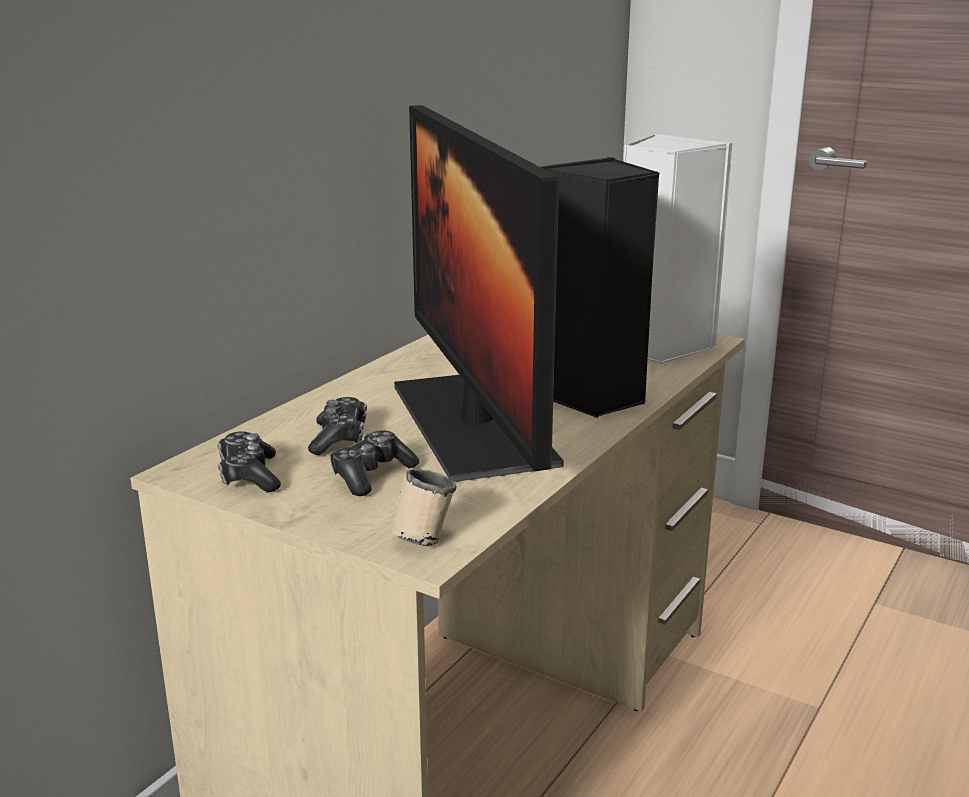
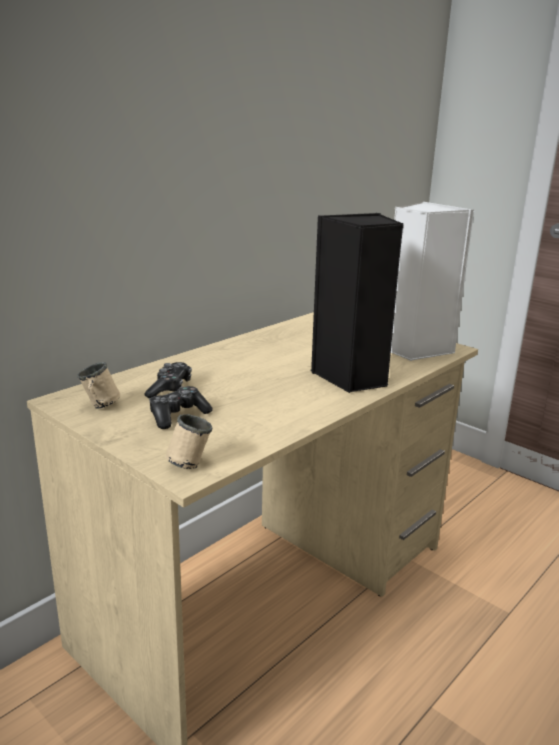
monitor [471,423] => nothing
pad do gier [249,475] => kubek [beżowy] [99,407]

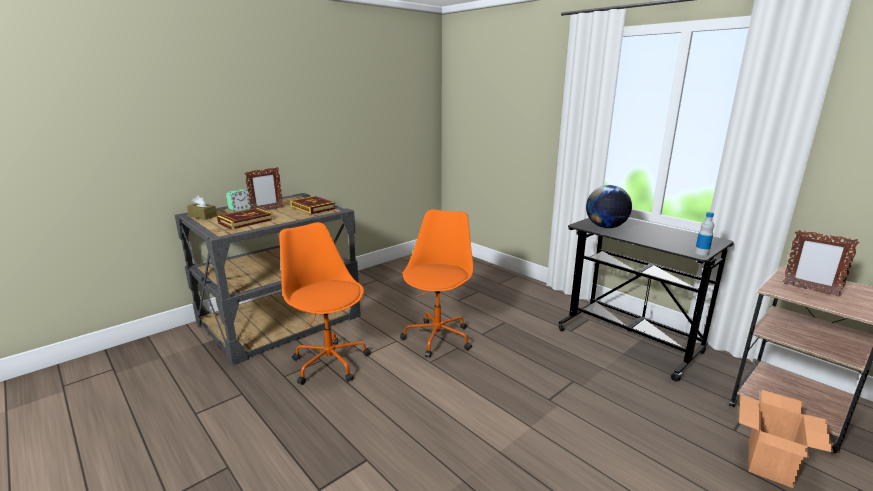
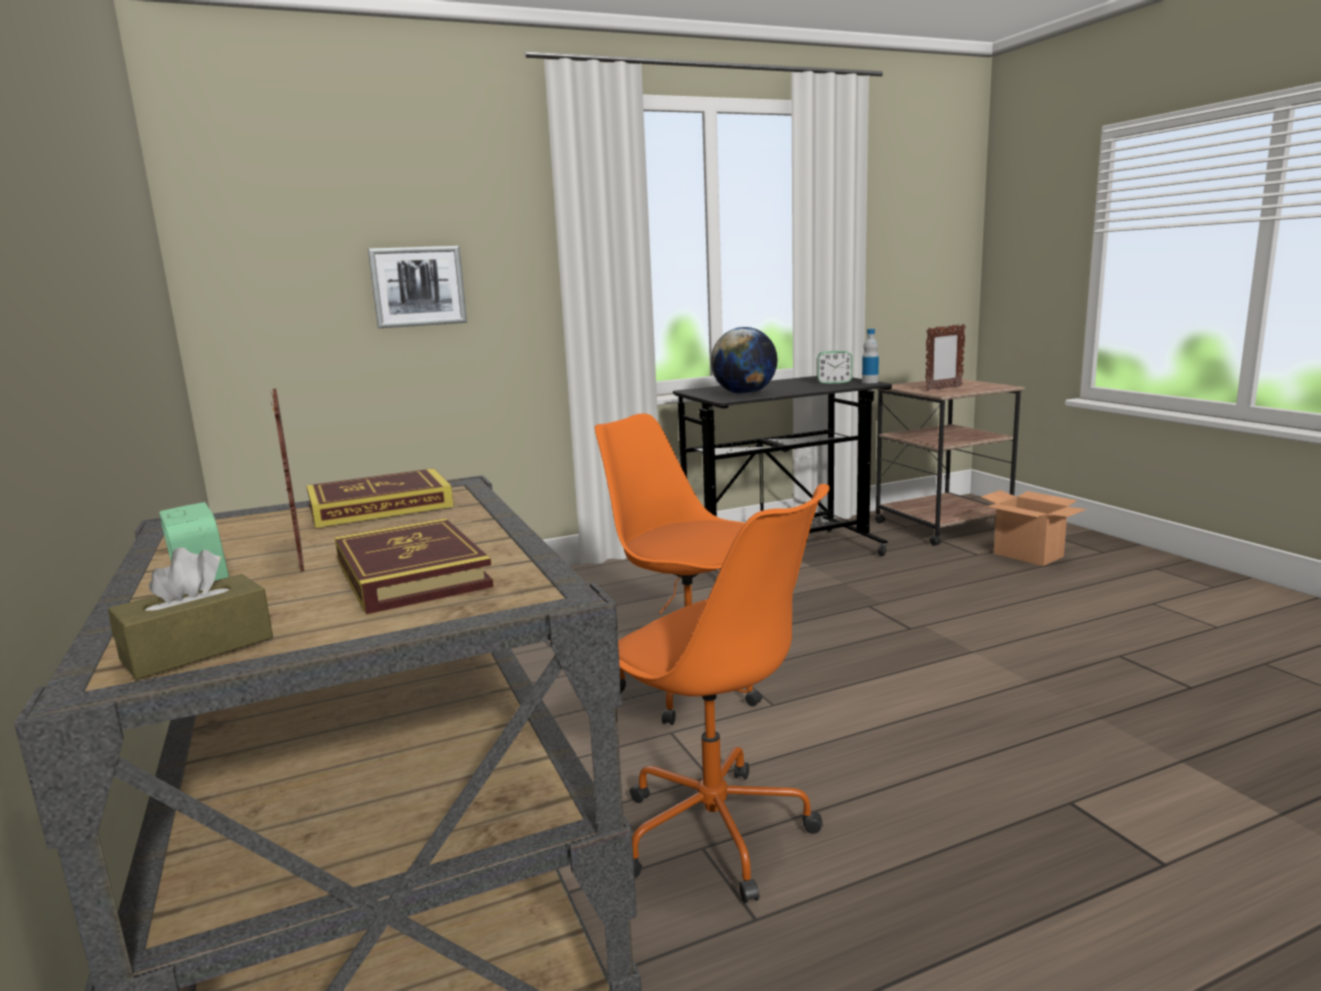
nothing => obraz [418,286]
nothing => budzik [834,382]
krzesło biurowe [pomarańczowy] [329,362] => krzesło biurowe [pomarańczowy] [719,834], 120 degrees counterclockwise

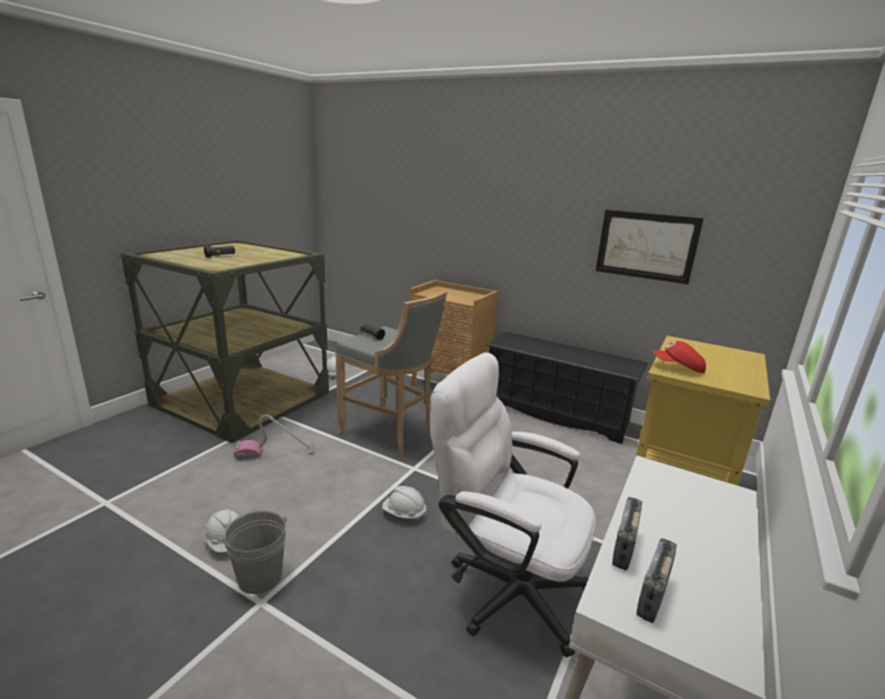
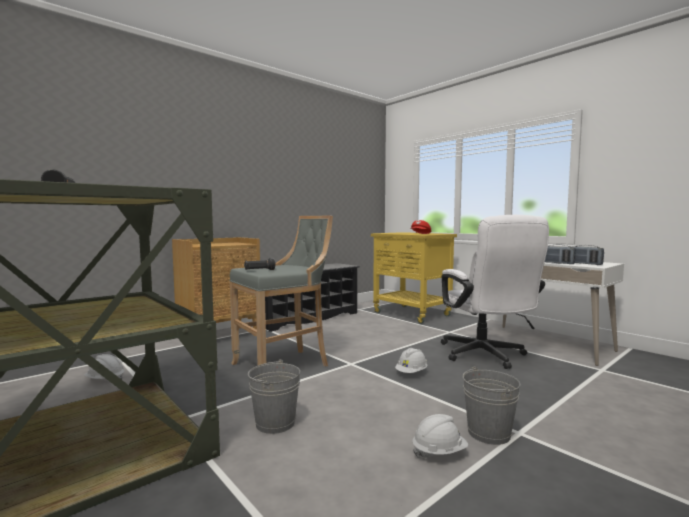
obraz [646,245] => nothing
odkurzacz [276,453] => wiadro [szary] [275,423]
krzesło biurowe [biały] [505,586] => krzesło biurowe [biały] [486,356], 60 degrees counterclockwise

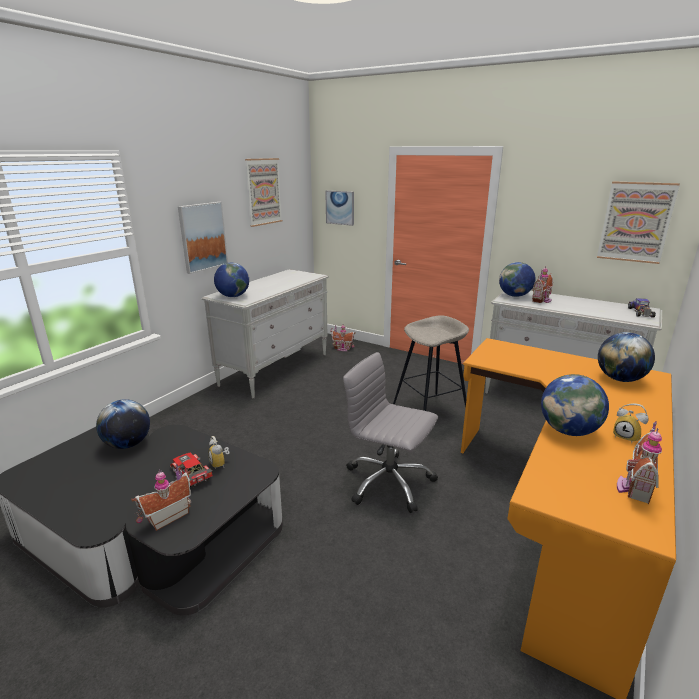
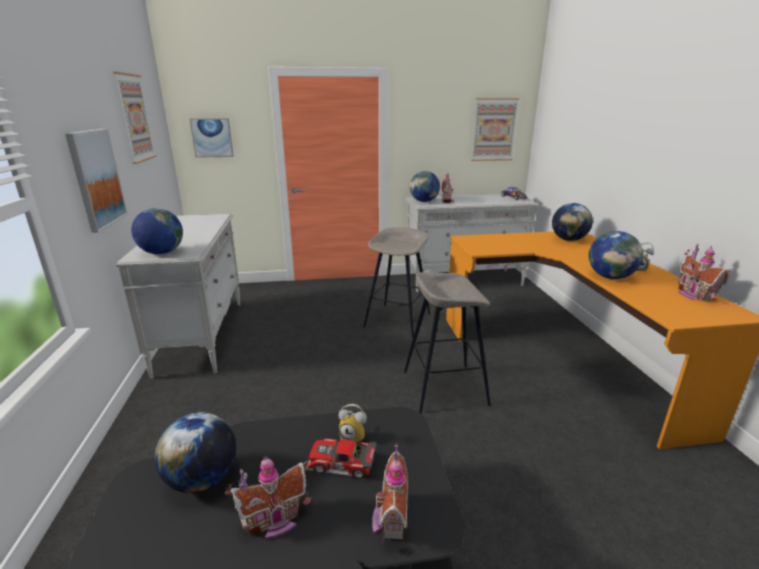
domek [342,348] => domek [275,521], move
krzesło biurowe [szary] [388,482] => stołek [szary] [444,387]

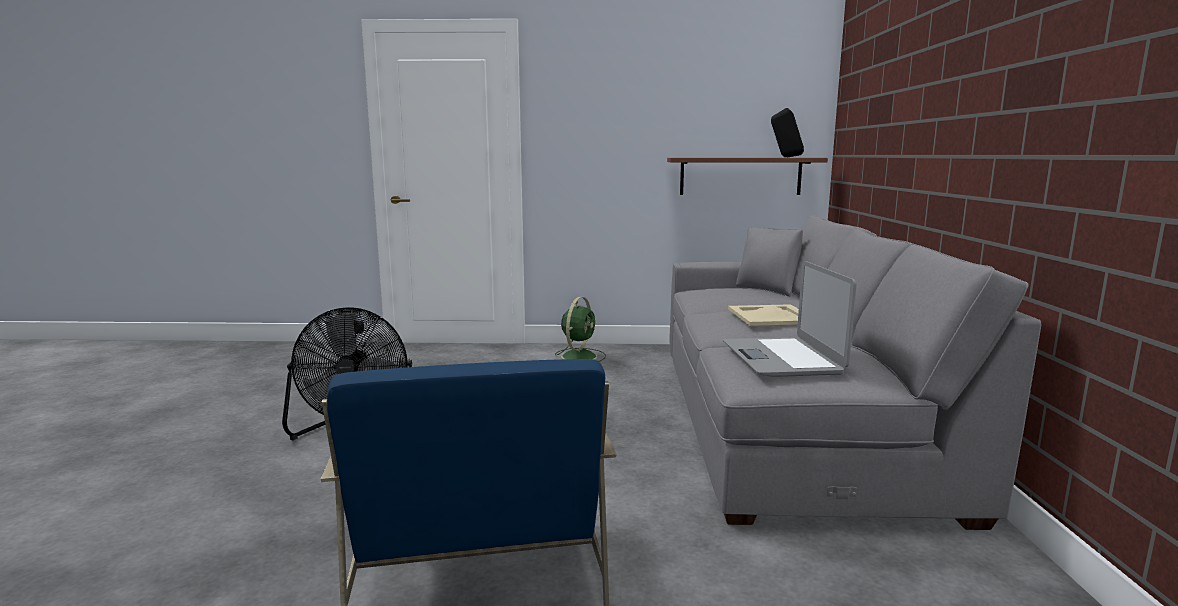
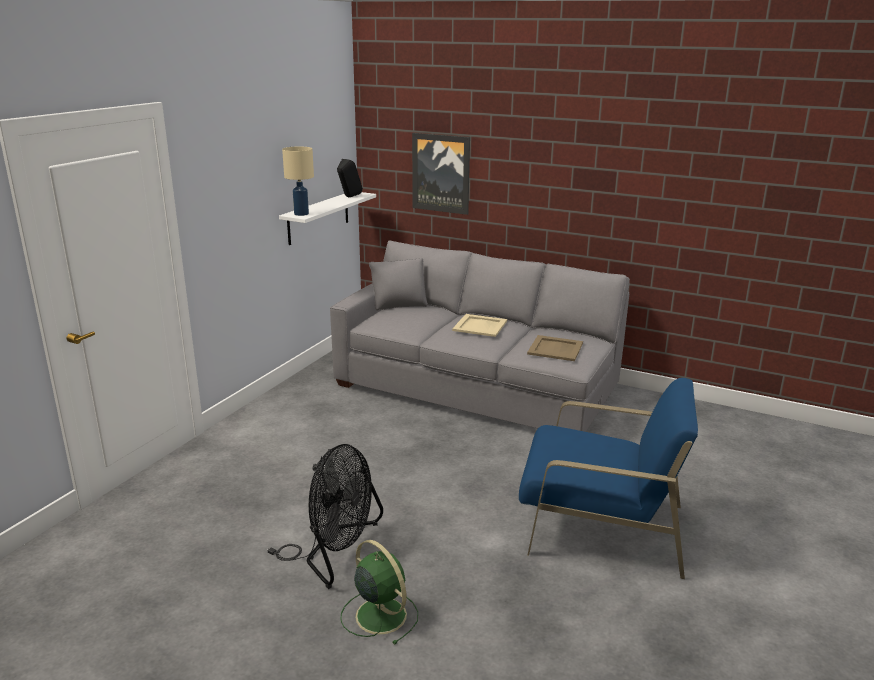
nothing => lampa stołowa [beżowy] [301,214]
nothing => obraz [441,173]
wentylator [zielony] [580,356] => wentylator [zielony] [379,614], move
laptop [782,358] => taca [beżowy] [556,348]
półka [brązowy] [740,176] => półka [biały] [318,217]

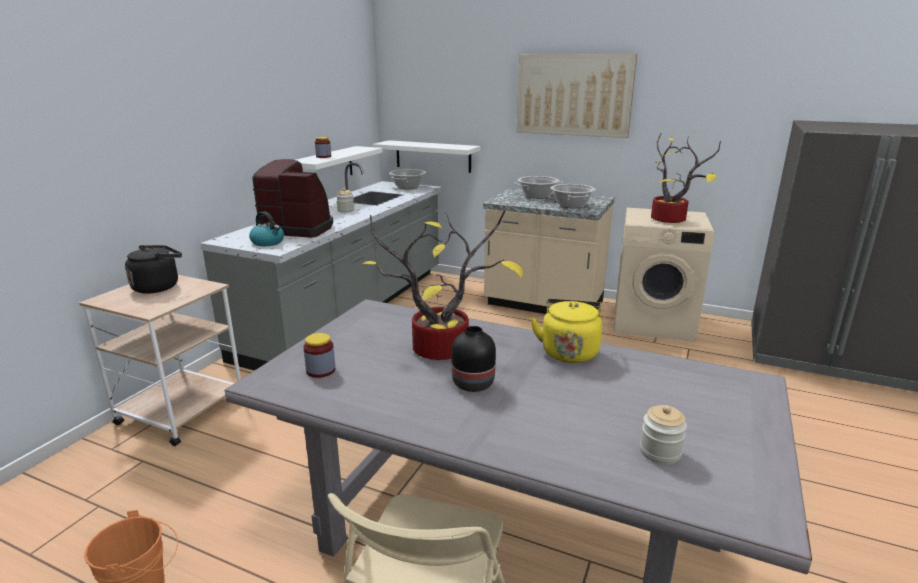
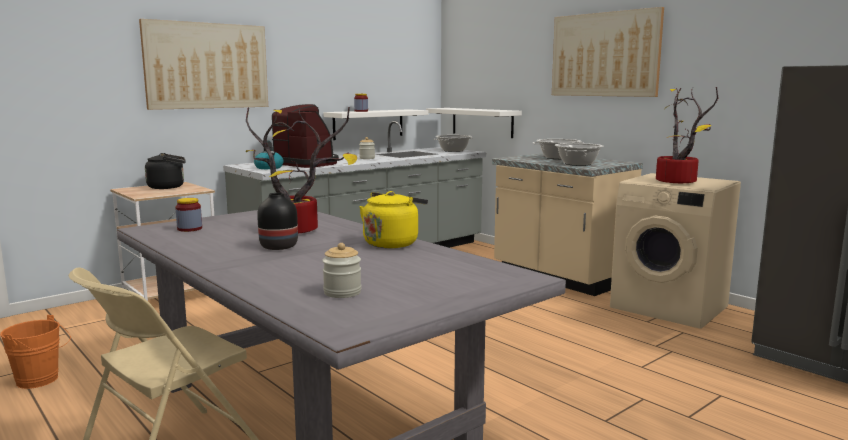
nothing => obraz [207,66]

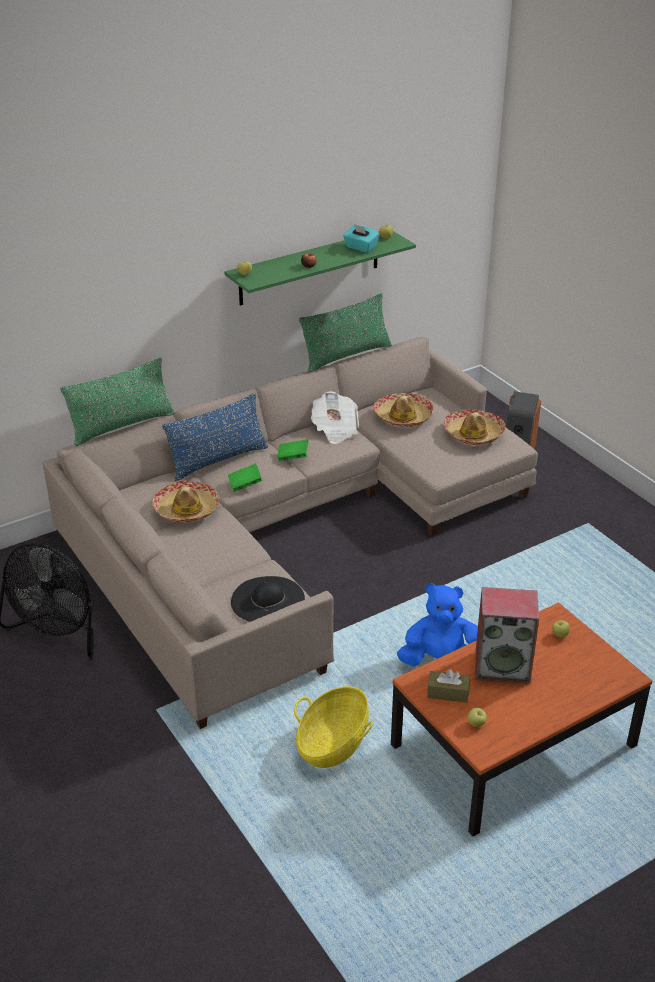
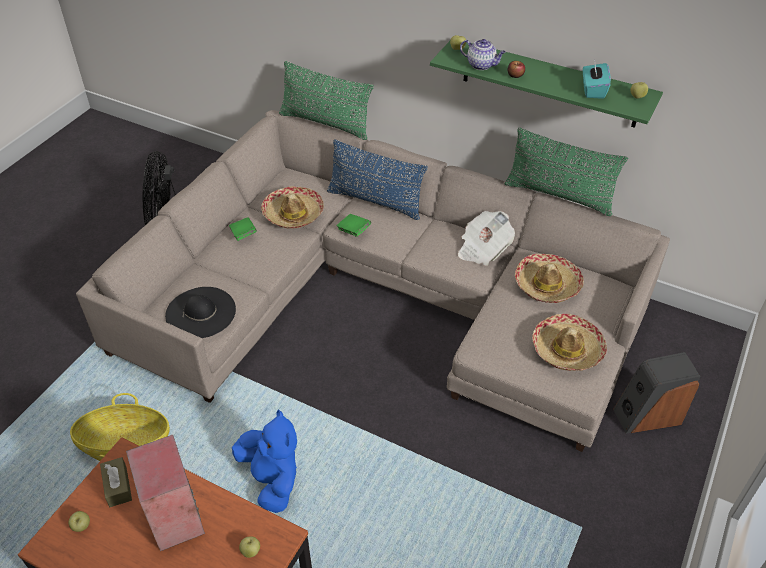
nothing => imbryk [481,65]
książka [zielony] [293,457] => książka [zielony] [243,235], move

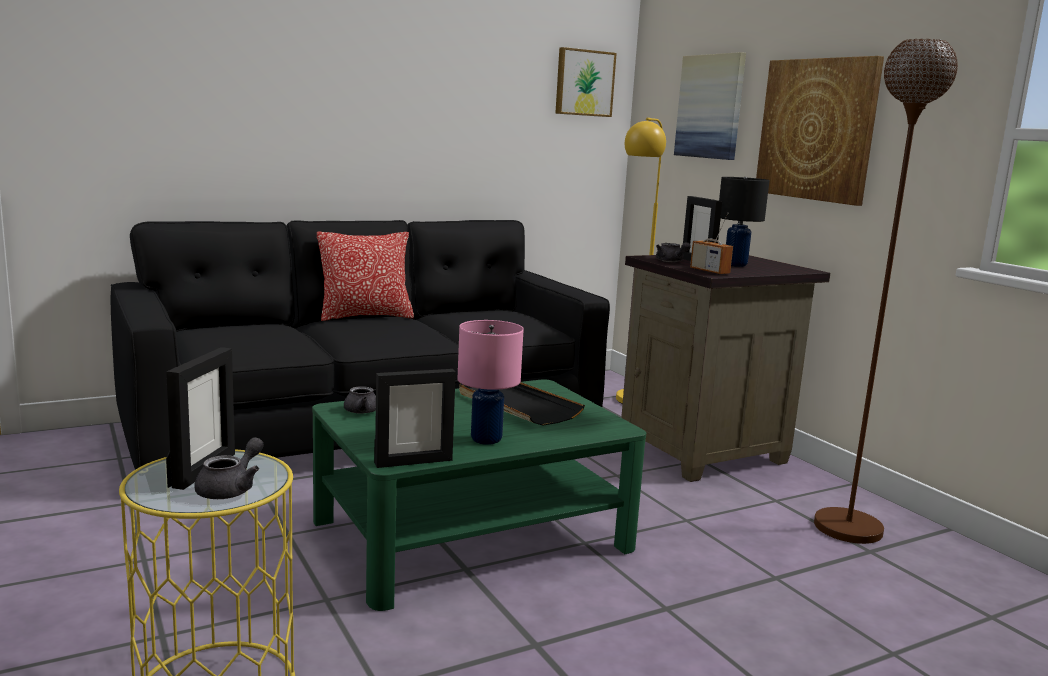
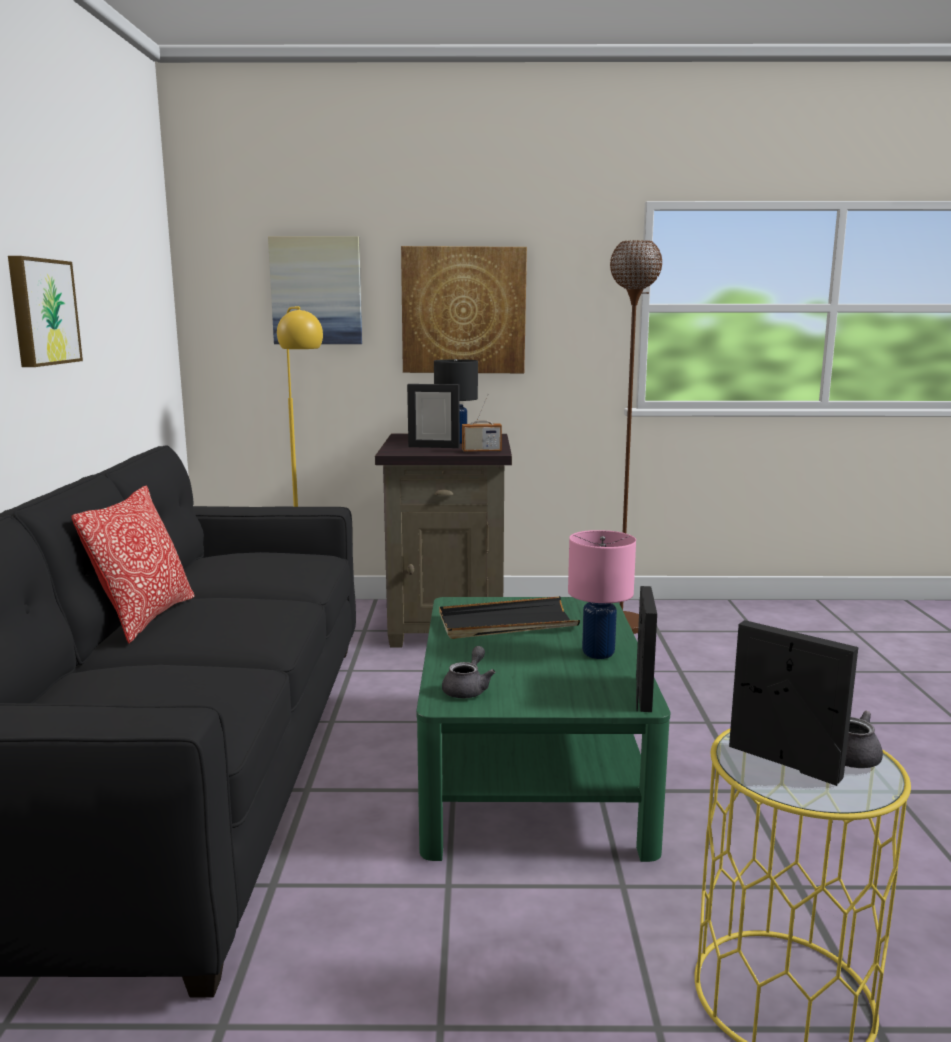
imbryk [szary] [671,261] => nothing
obraz [584,83] => obraz [41,312], move

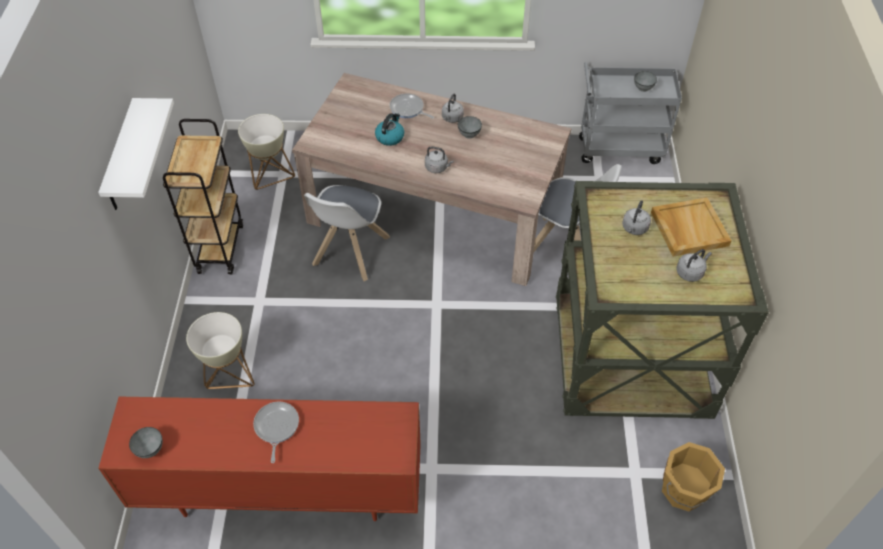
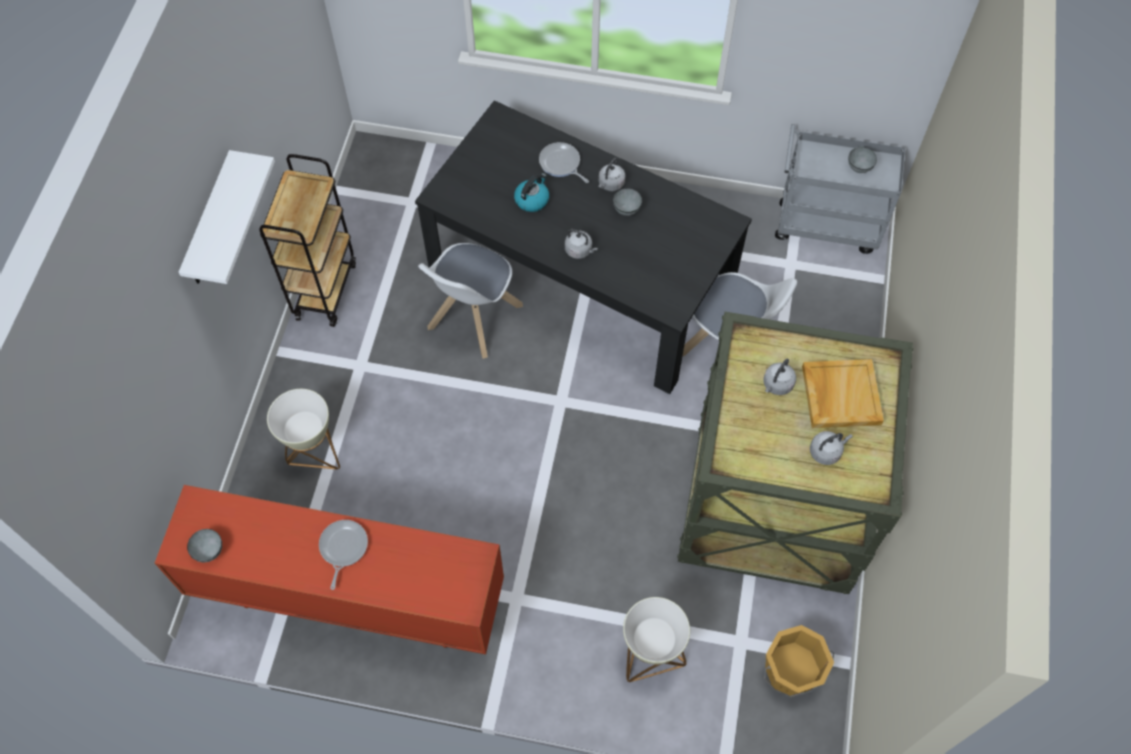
donica [271,175] => donica [651,655], move
stół jadalny [beżowy] [433,213] => stół jadalny [czarny] [581,281]

